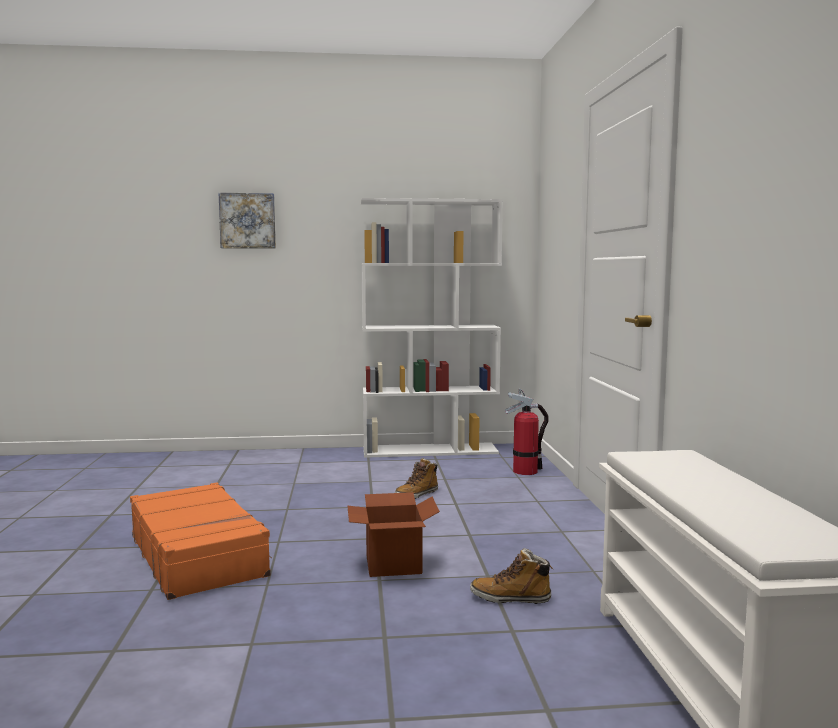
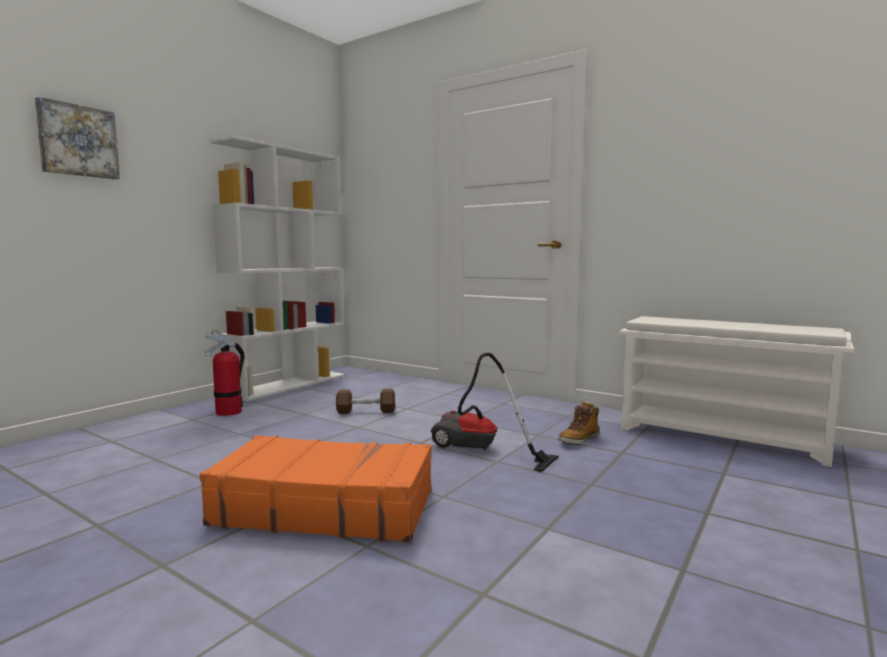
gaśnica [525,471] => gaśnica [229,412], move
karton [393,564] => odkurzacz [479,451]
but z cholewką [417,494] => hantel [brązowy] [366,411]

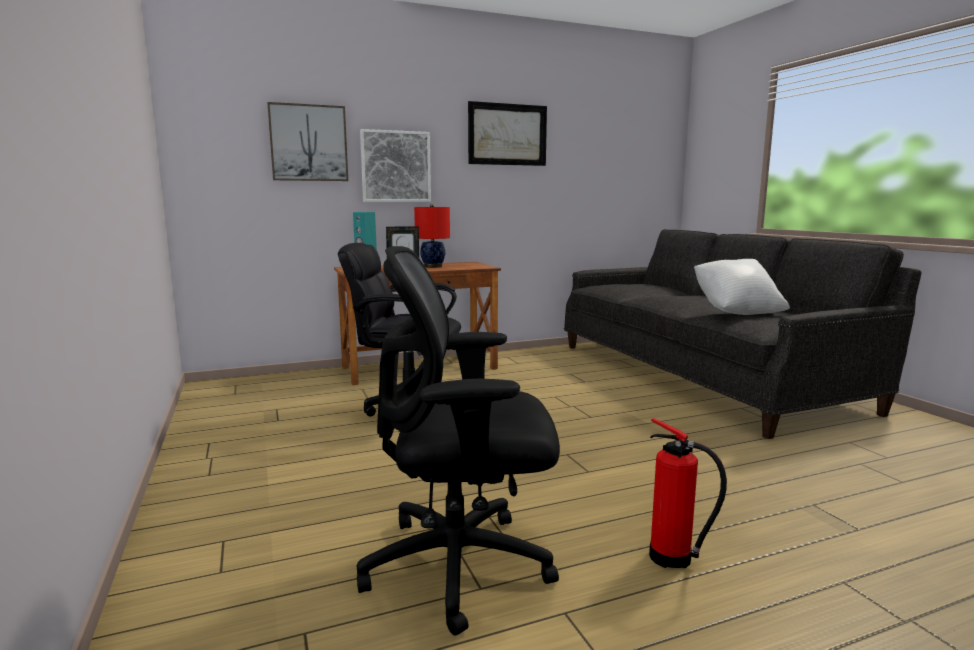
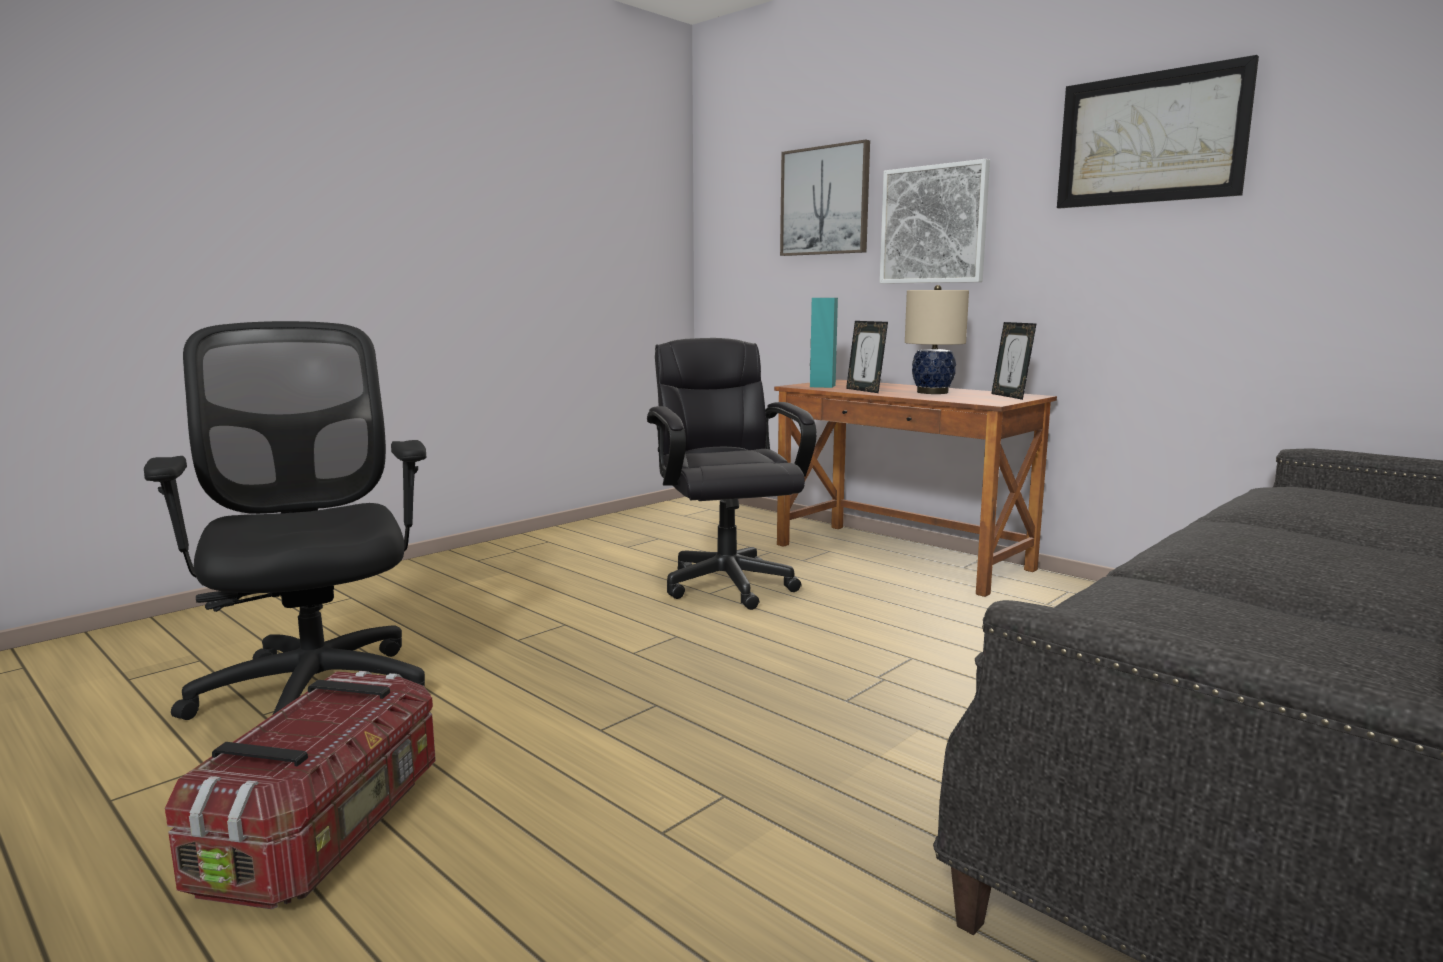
poduszka [biały] [736,311] => nothing
nothing => ramka na zdjęcie [1010,396]
gaśnica [674,559] => pojemnik do przechowywania [328,830]
lampa stołowa [czerwony] [432,266] => lampa stołowa [beżowy] [932,392]

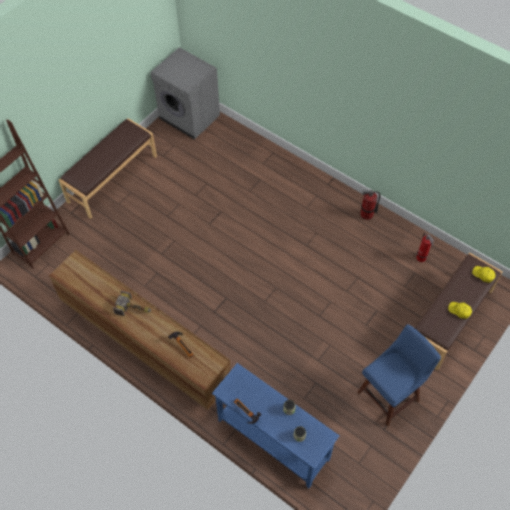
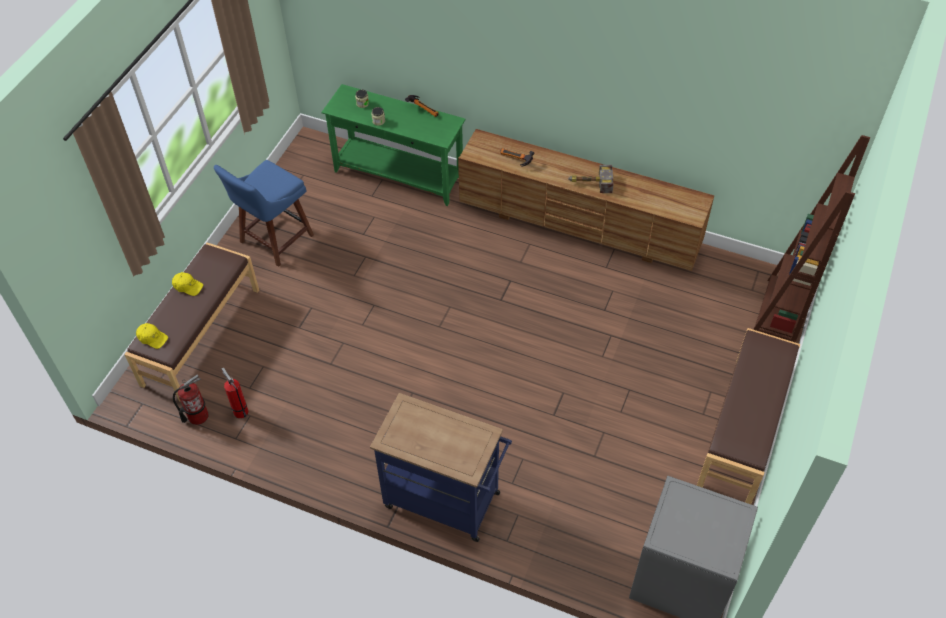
nothing => wózek [niebieski] [445,501]
gaśnica [367,214] => gaśnica [198,416], move
stolik konsolowy [niebieski] [272,439] => stolik konsolowy [zielony] [399,175]

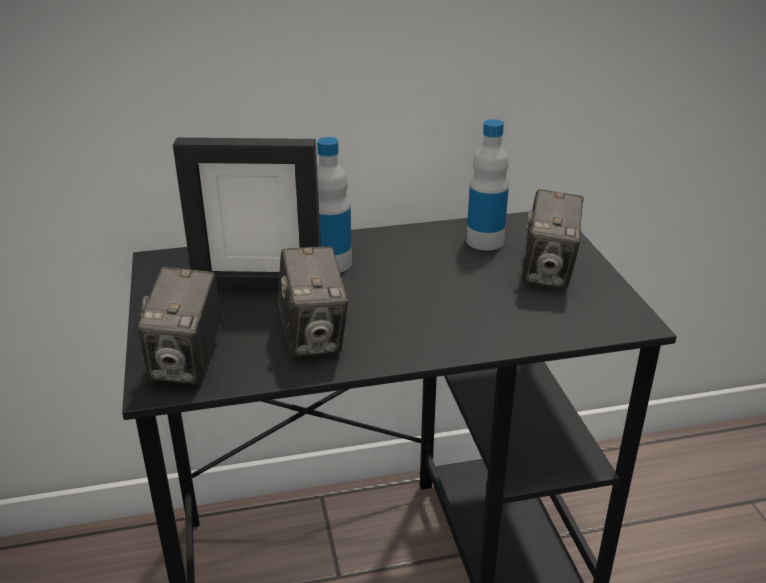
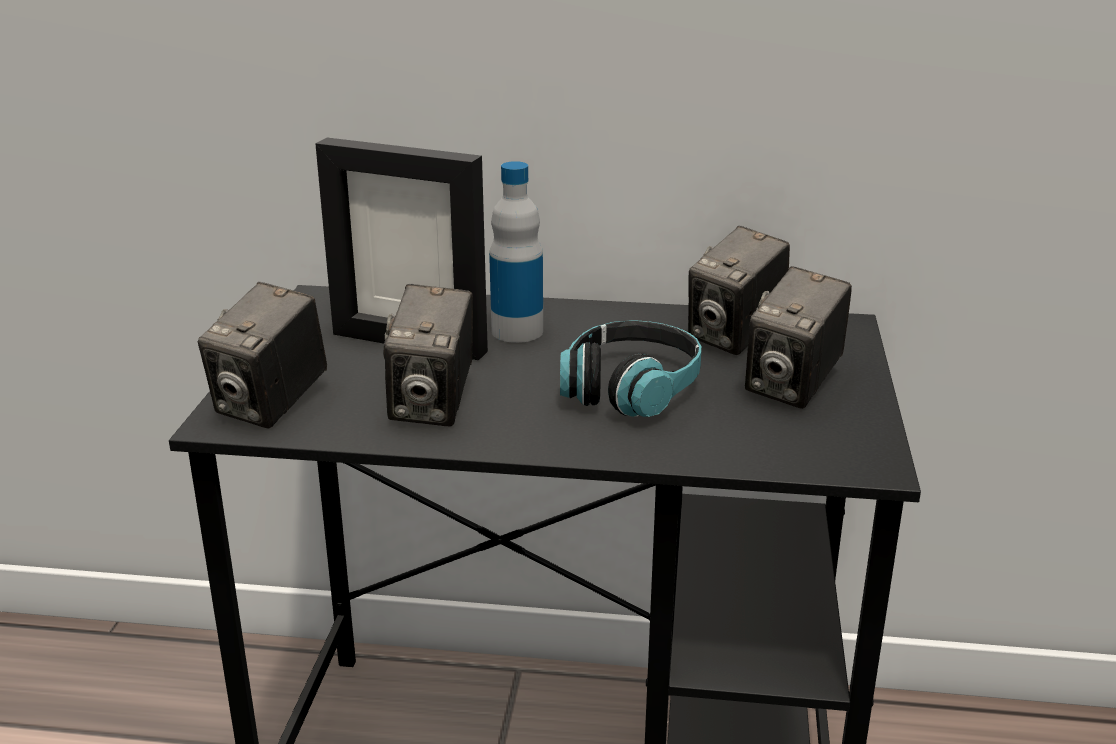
nothing => słuchawki [631,389]
butelka [485,241] => aparat fotograficzny [735,337]

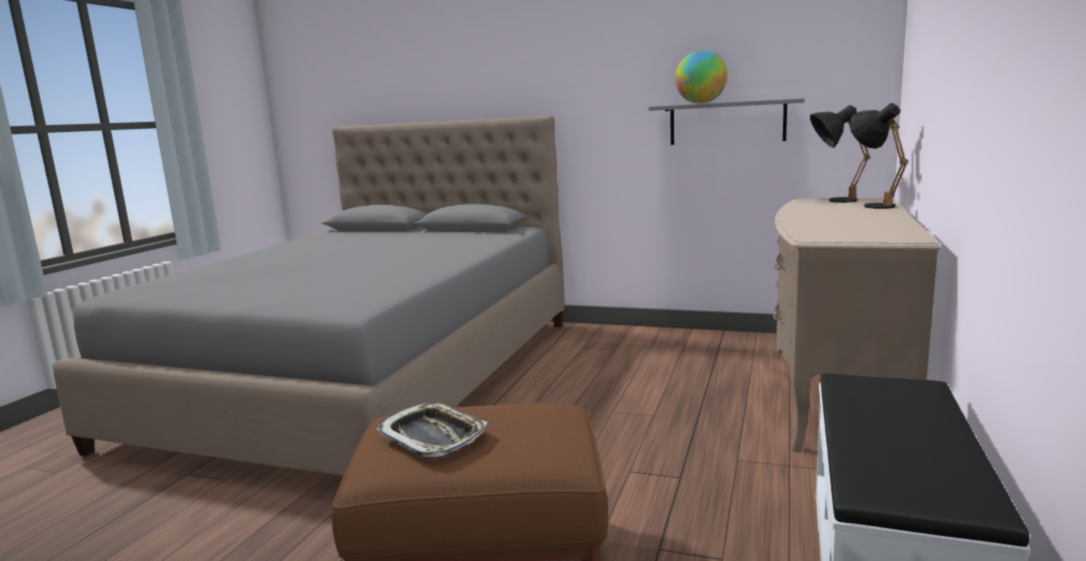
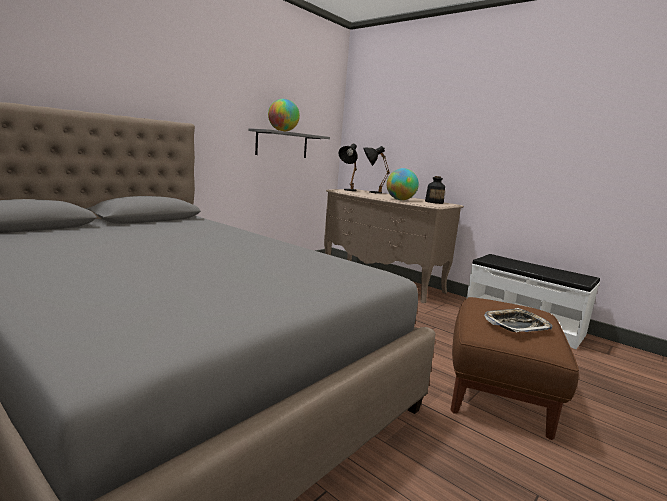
nothing => globus [400,200]
nothing => butelka [434,202]

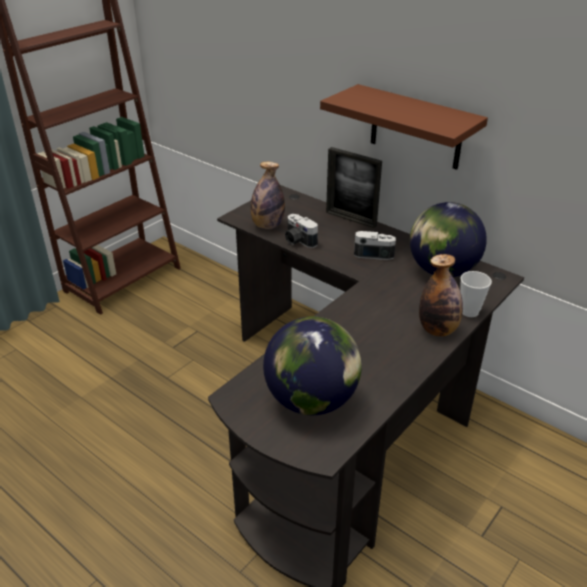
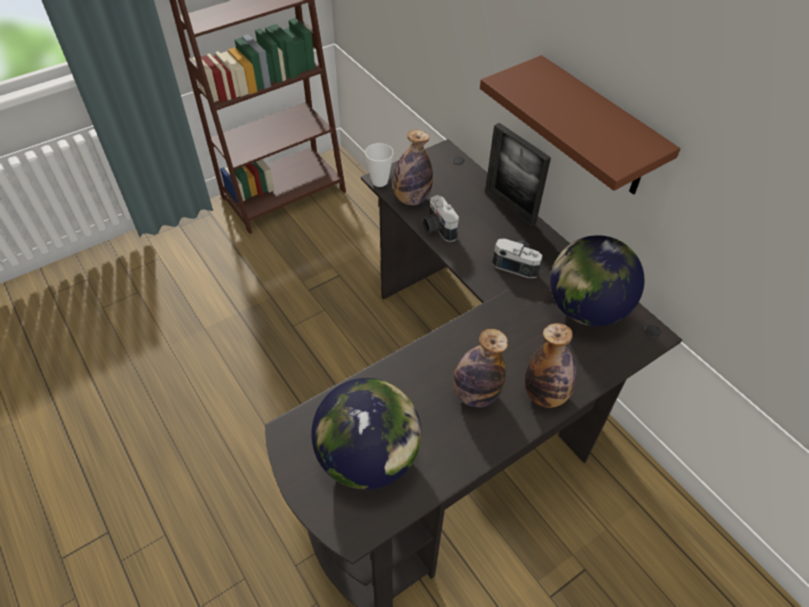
nothing => butelka [475,394]
filiżanka [469,312] => filiżanka [379,181], move

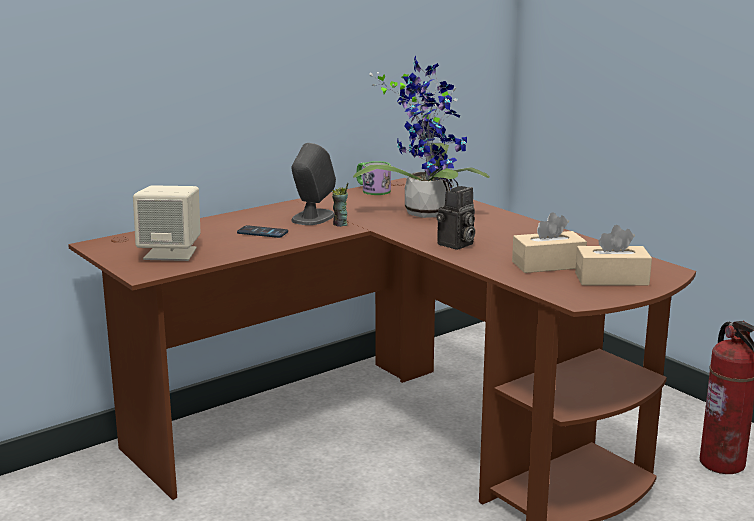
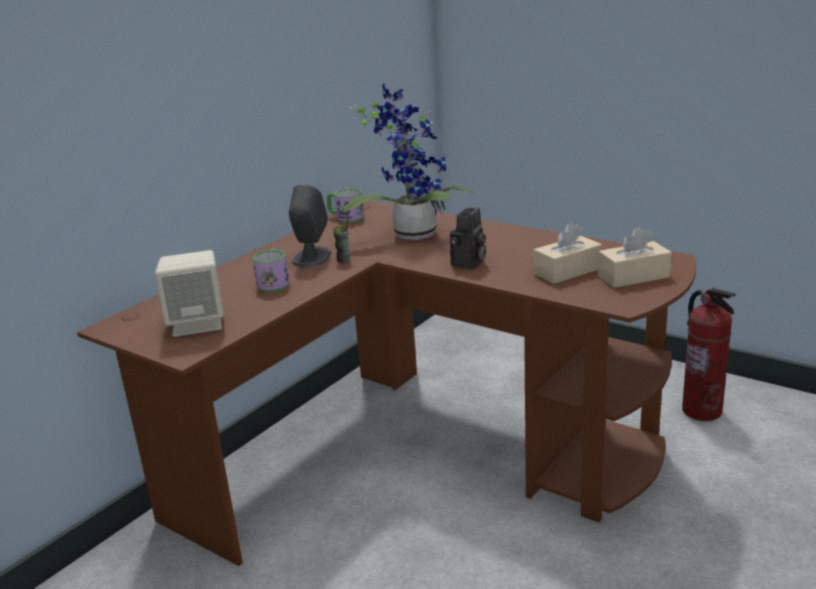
telefon [262,233] => kubek [274,283]

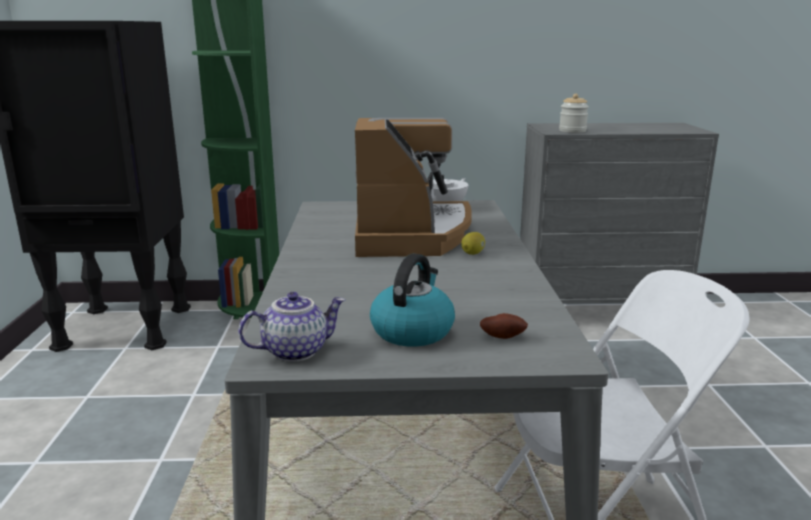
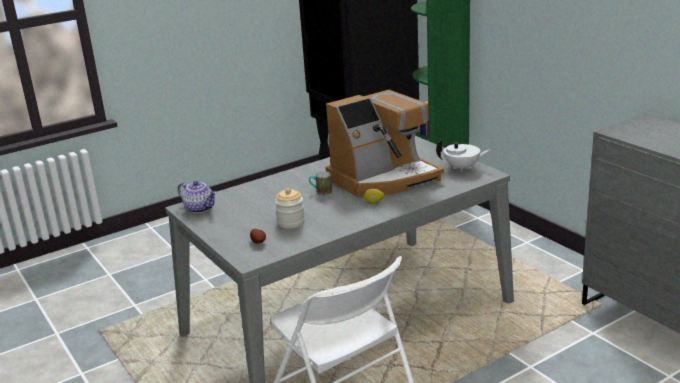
czajnik [412,330] => nothing
nothing => kubek [321,192]
słoik [572,131] => słoik [291,222], move

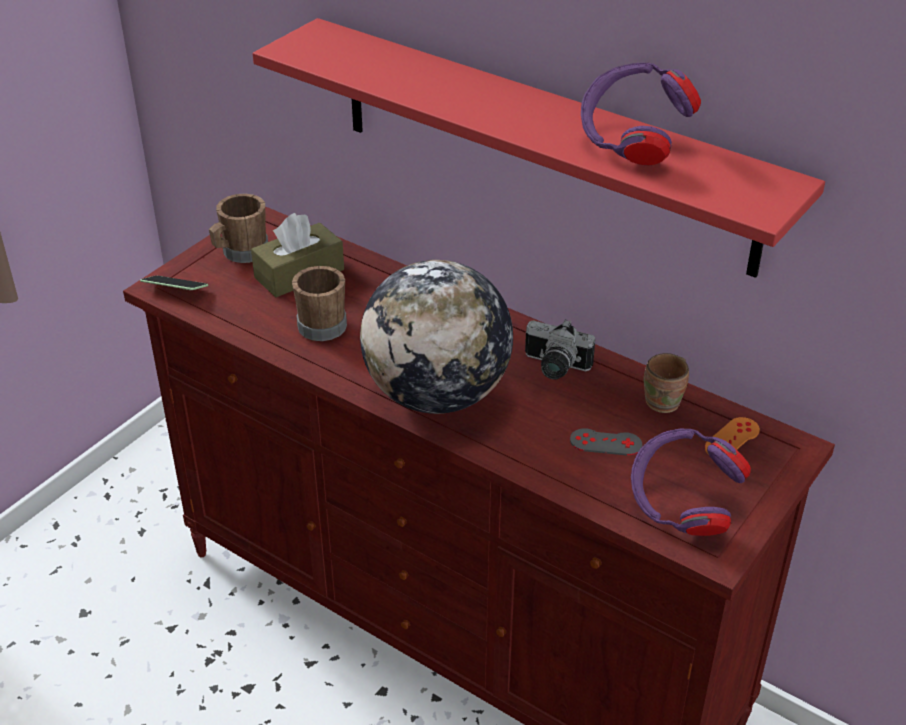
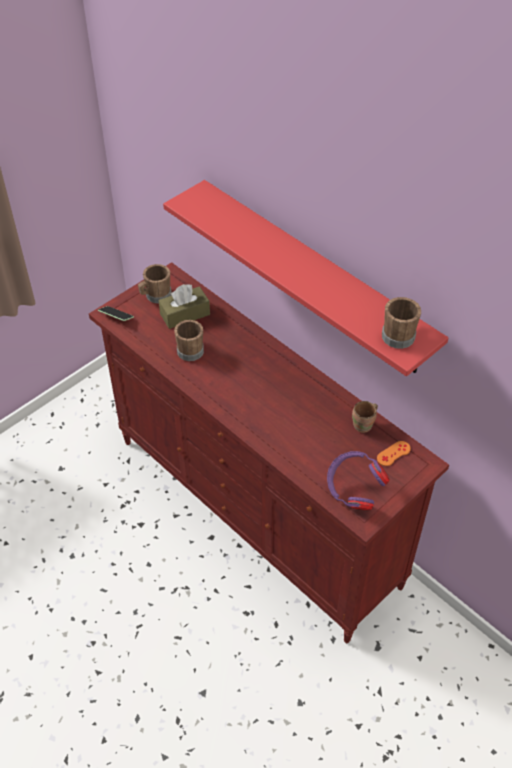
globus [437,395] => nothing
aparat fotograficzny [554,368] => nothing
pad do gier [szary] [605,442] => nothing
słuchawki [fioletowy] [632,145] => nothing
nothing => kubek [brązowy] [399,334]

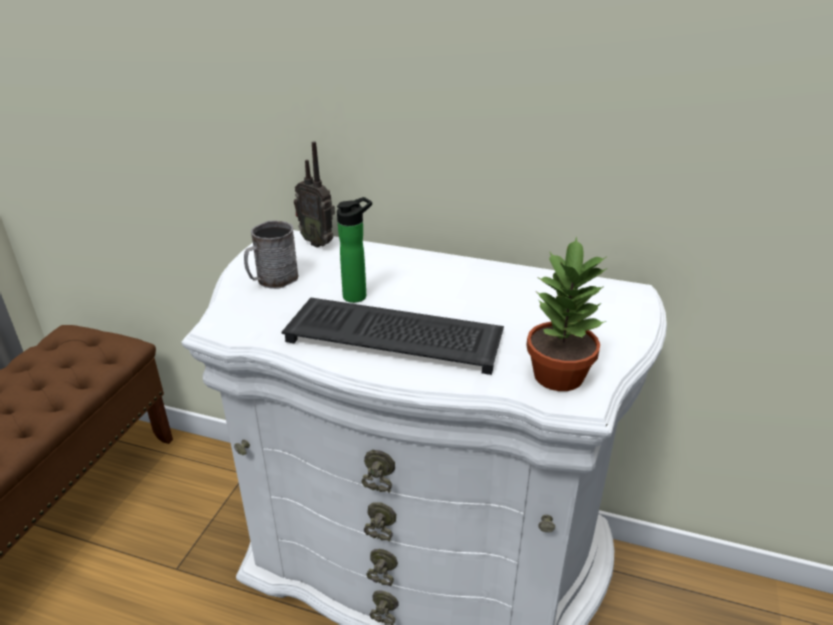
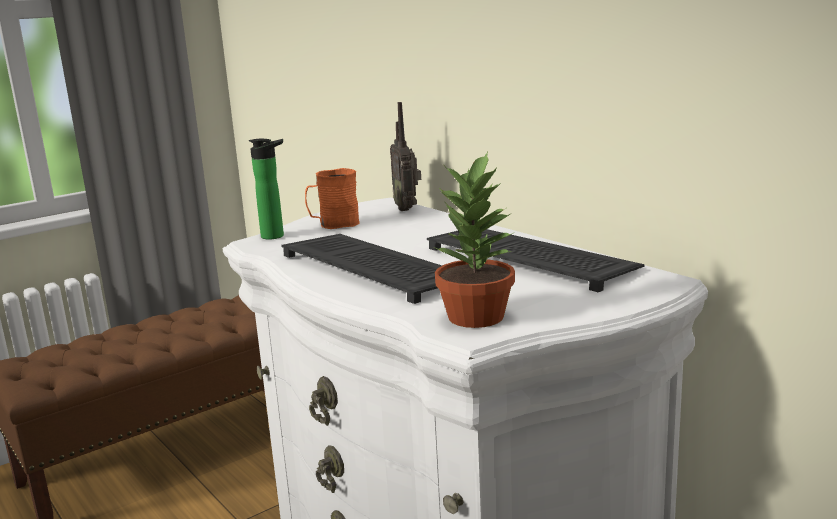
nothing => klawiatura [532,259]
butelka [358,295] => butelka [276,236], move
kubek [szary] [272,280] => kubek [pomarańczowy] [334,224]

